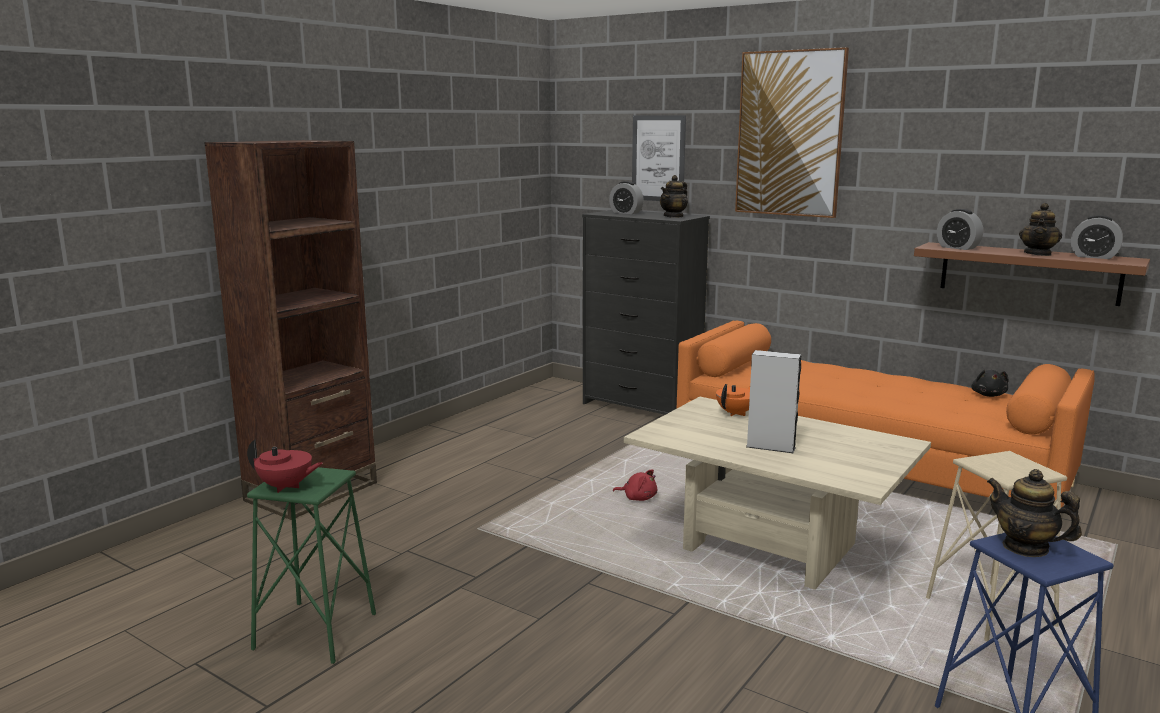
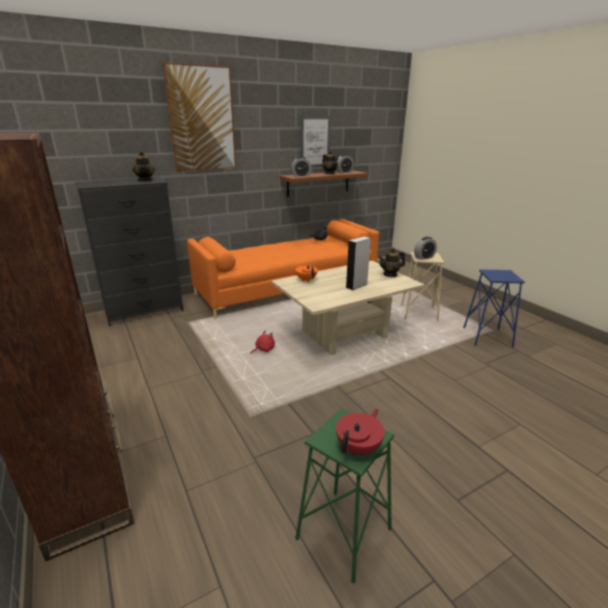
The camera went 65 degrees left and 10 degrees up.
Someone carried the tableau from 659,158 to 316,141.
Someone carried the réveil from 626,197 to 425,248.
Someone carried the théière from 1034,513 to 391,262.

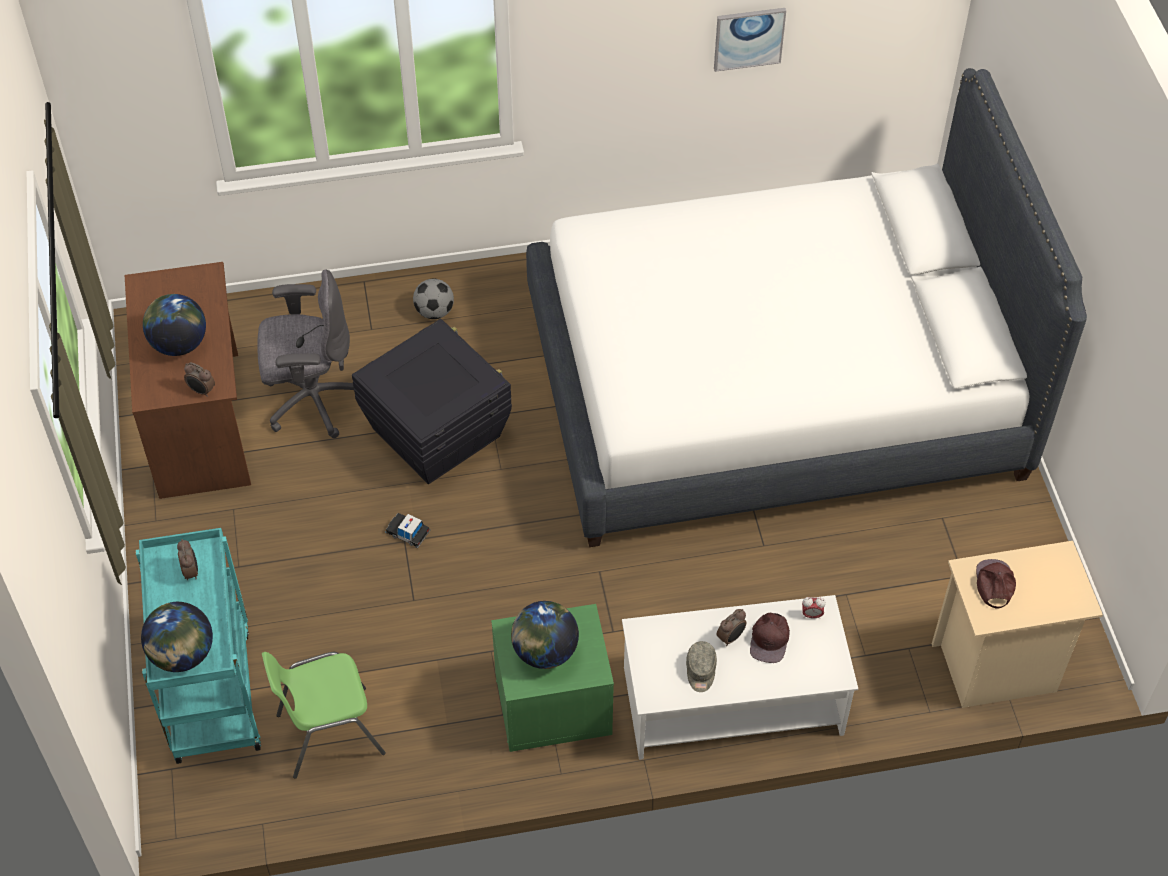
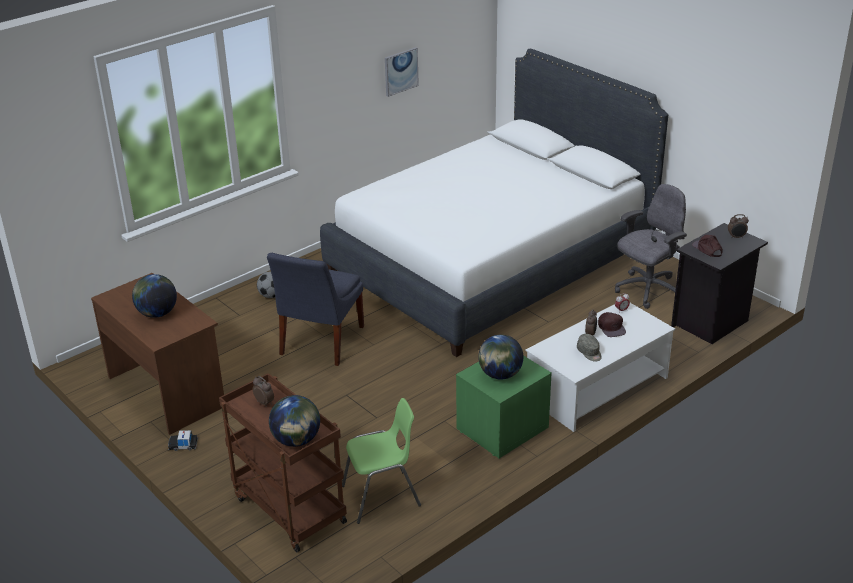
The camera went 30 degrees left and 20 degrees down.
Someone carried the chaise de bureau/gris from 305,354 to 651,246.
Someone swapped the boîte de rangement/noir at 432,401 for the chaise/bleu at 315,309.
Someone carried the réveil from 199,379 to 738,226.
Someone carried the petite voiture from 408,530 to 183,440.
Someone repainted the chariot/turquoise at 198,646, which became the chariot/marron at 283,462.
Someone repainted the table de chevet/beige at 1017,624, which became the table de chevet/noir at 719,283.
Someone rotated the chaise/vert at 324,715 by 150 degrees counterclockwise.

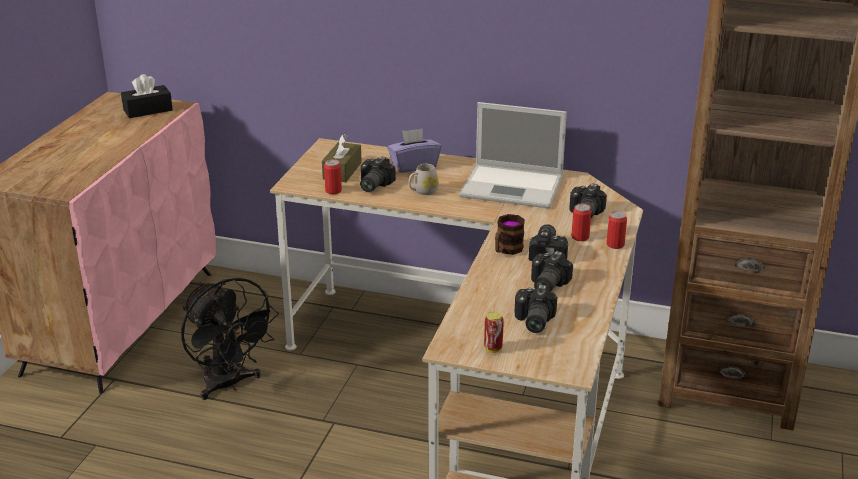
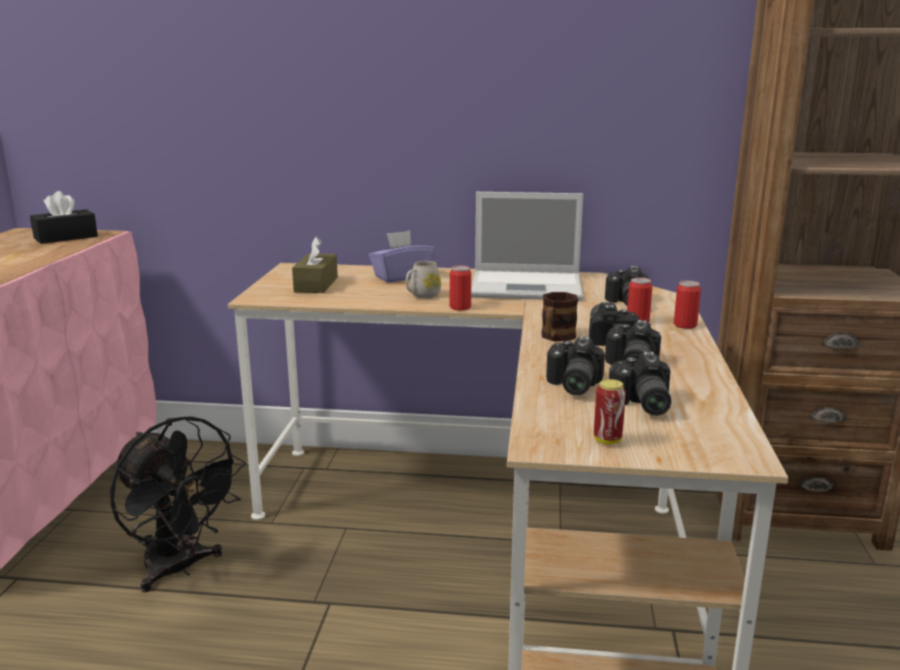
The camera went 10 degrees left and 10 degrees down.
Someone carried the appareil photo from 378,174 to 575,366.
Someone carried the boîte métallique from 333,176 to 460,288.

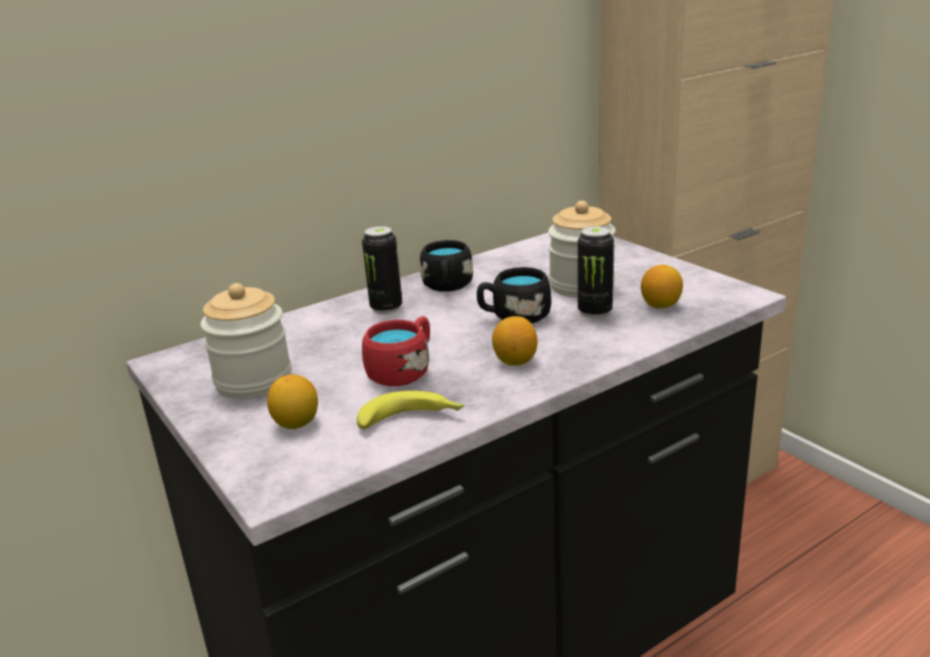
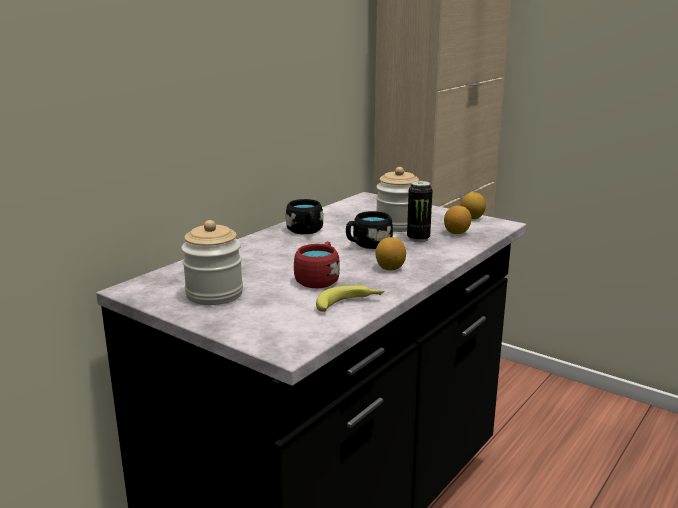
The camera went 20 degrees left and 5 degrees down.
Someone took away the boîte métallique at 382,270.
Someone carried the citron from 292,401 to 473,205.

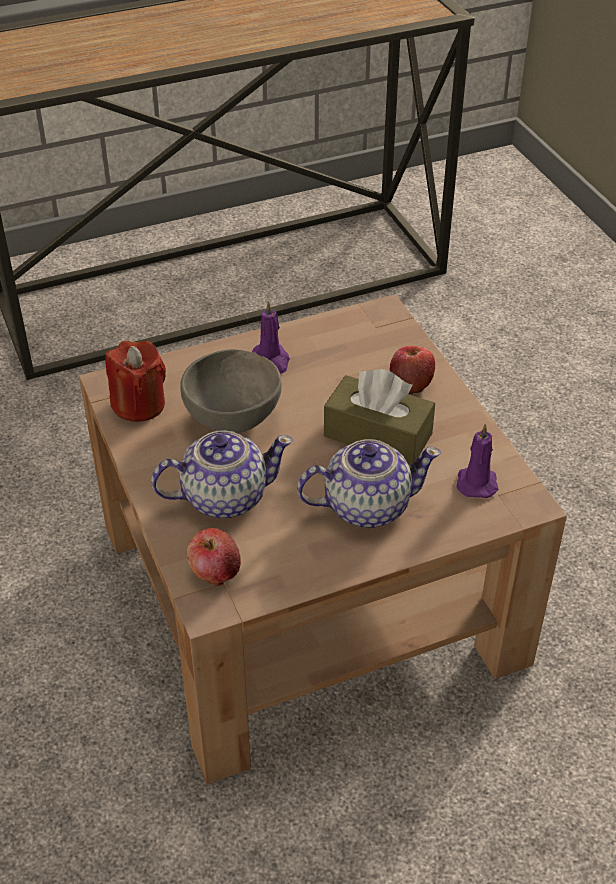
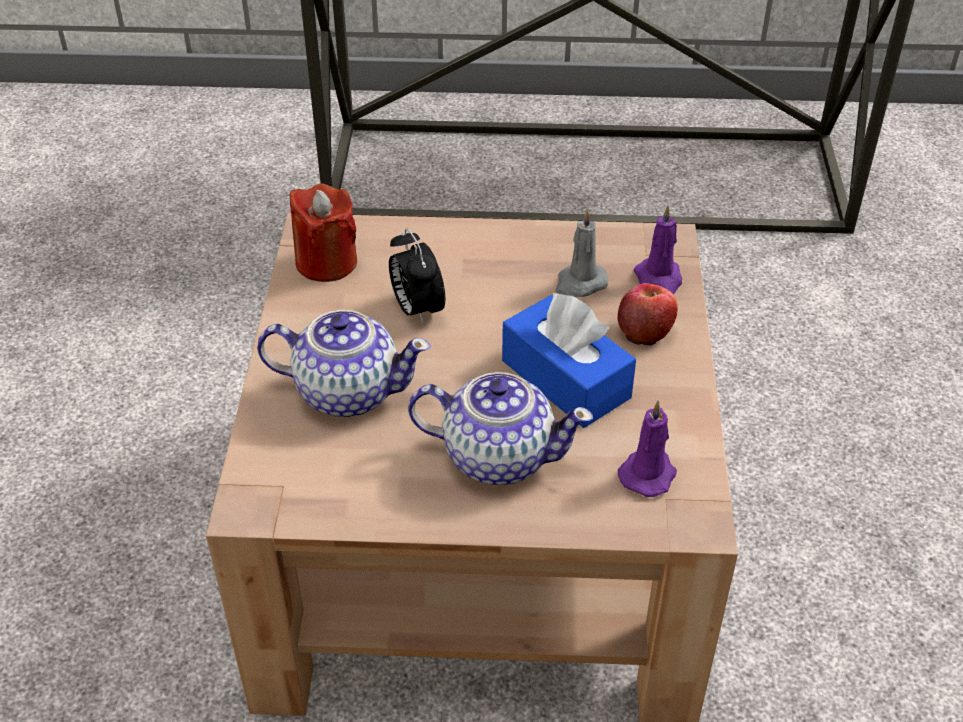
The camera went 25 degrees right and 0 degrees up.
Someone carried the bougie/violet from 271,337 to 658,250.
Someone swapped the bol/gris at 231,391 for the réveil at 417,277.
Someone repainted the boîte à mouchoirs/marron at 379,416, which became the boîte à mouchoirs/bleu at 569,360.
Someone took away the pomme at 214,557.
Someone put down the bougie/gris at 581,252.

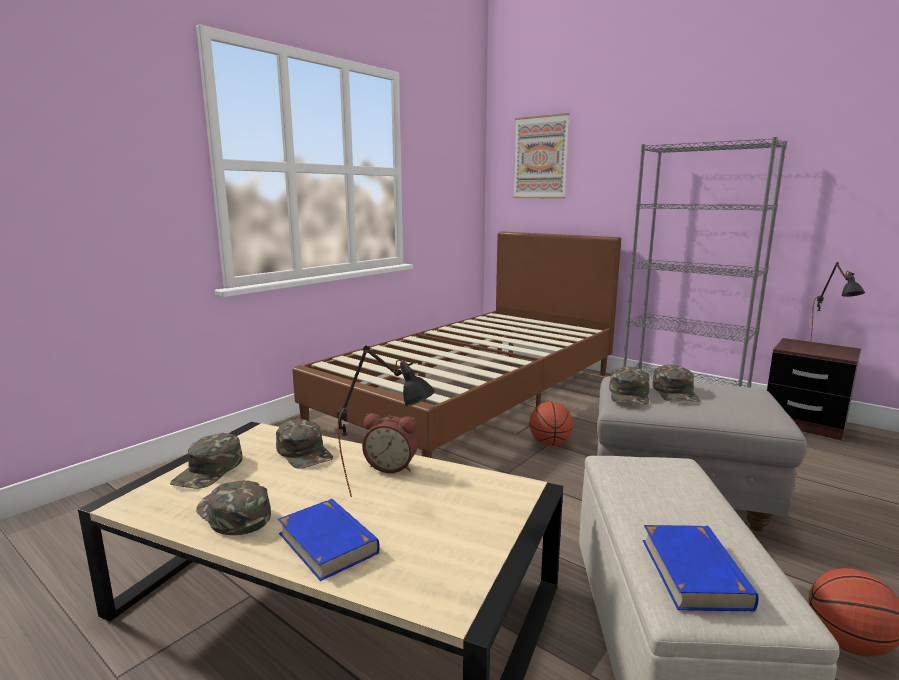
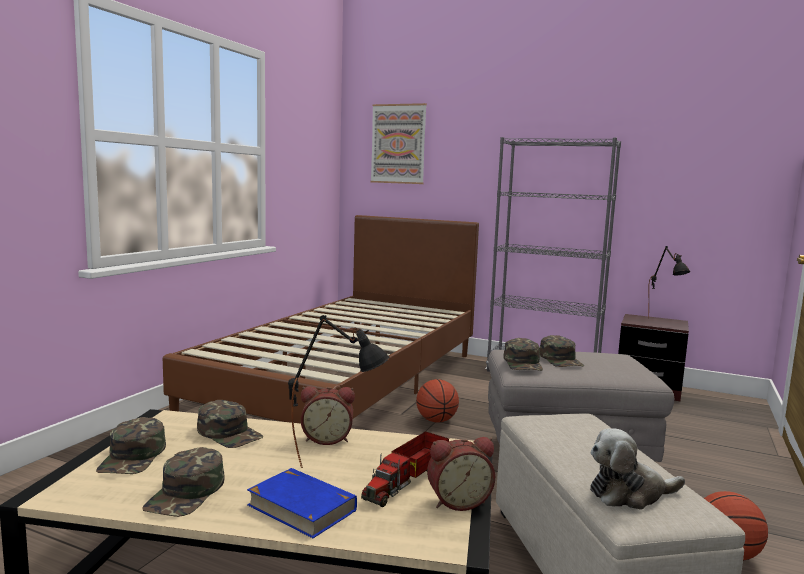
The camera went 15 degrees left and 5 degrees down.
Someone rotated the casquette/vert at 233,507 by 105 degrees counterclockwise.
Someone swapped the livre/bleu at 701,568 for the peluche at 637,469.
Someone put down the camion jouet at 405,469.
Someone put down the réveil at 461,474.

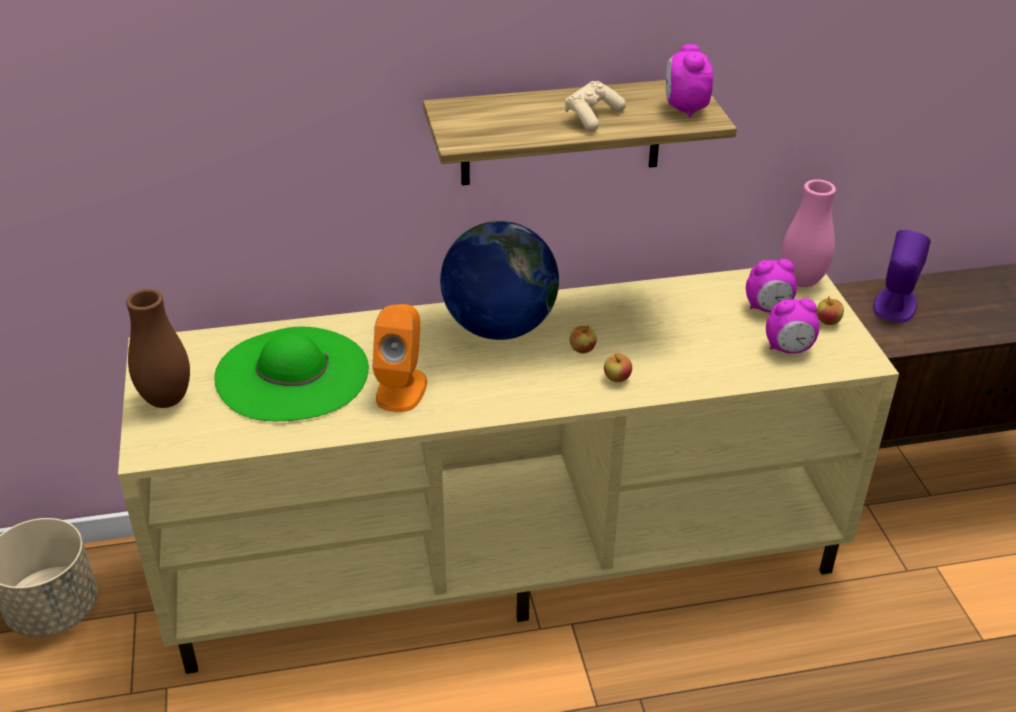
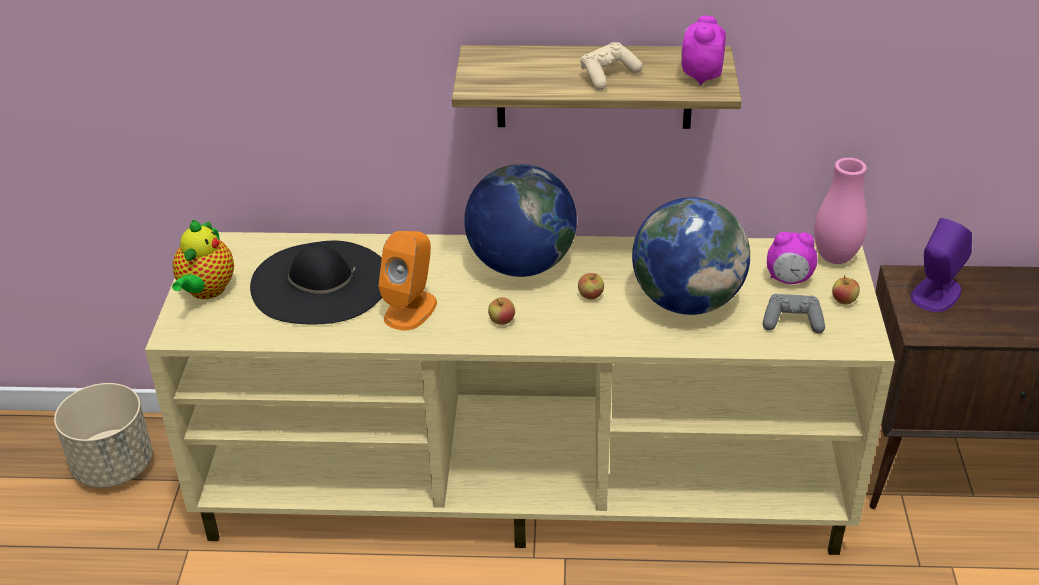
The camera went 15 degrees right and 0 degrees up.
Someone swapped the vase/marron at 158,348 for the théière at 203,259.
Someone swapped the réveil at 793,326 for the manette/gris at 794,313.
Someone repainted the chapeau/vert at 291,374, which became the chapeau/noir at 316,282.
Someone carried the pomme from 618,368 to 501,311.
Someone put down the globe at 691,256.

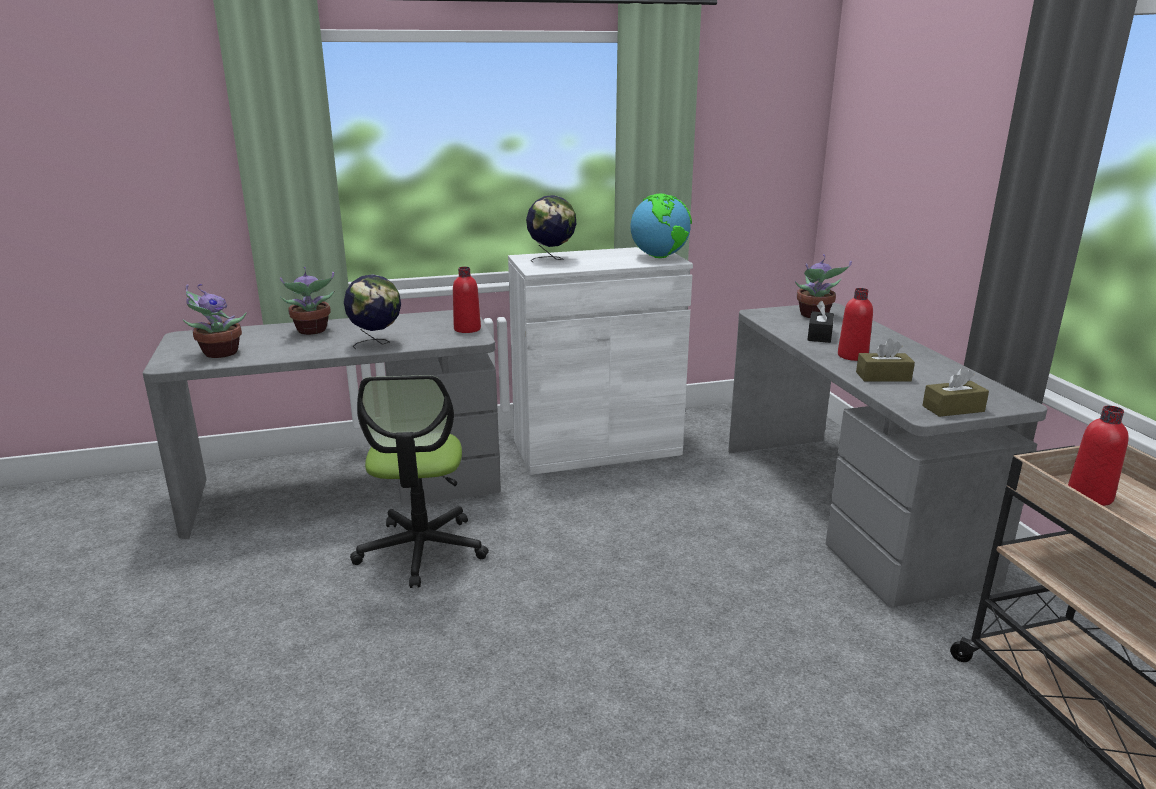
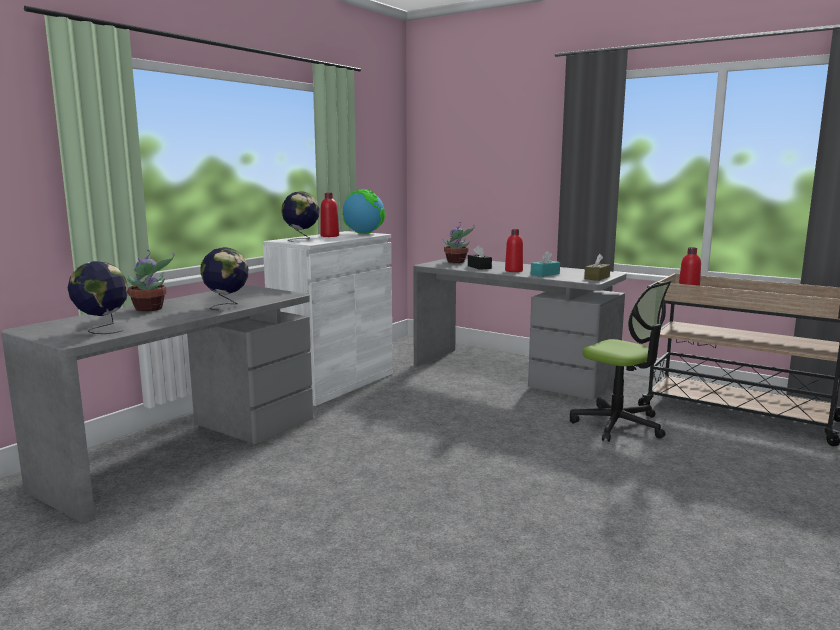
The camera went 40 degrees left and 10 degrees down.
Someone carried the bouteille/rouge from 467,300 to 330,215.
Someone swapped the plante en pot at 215,321 for the globe at 98,297.
Someone repainted the boîte à mouchoirs/marron at 885,360, which became the boîte à mouchoirs/turquoise at 545,264.
Someone carried the chaise de bureau from 419,481 to 620,361.

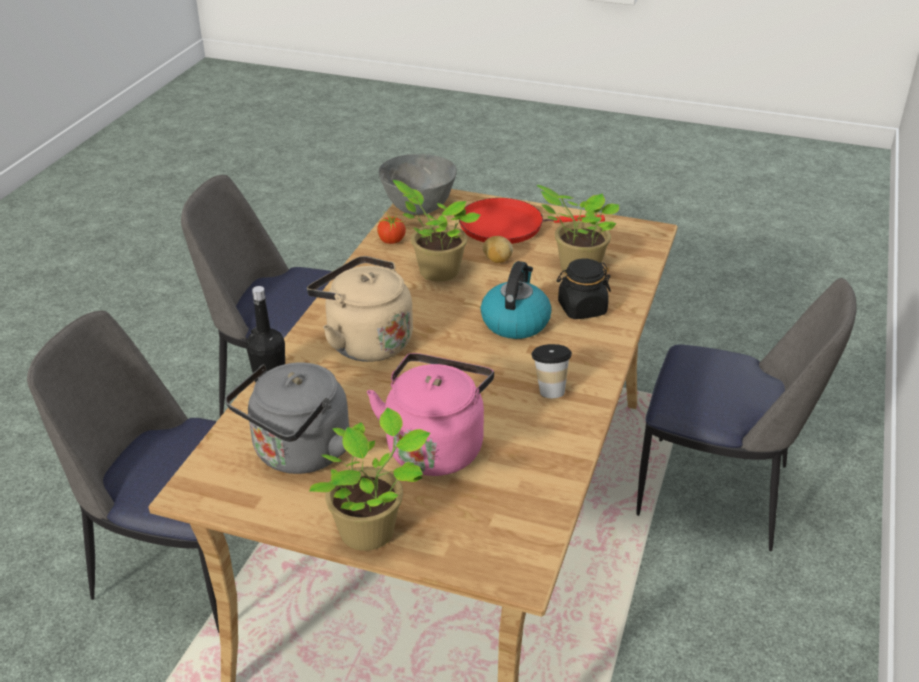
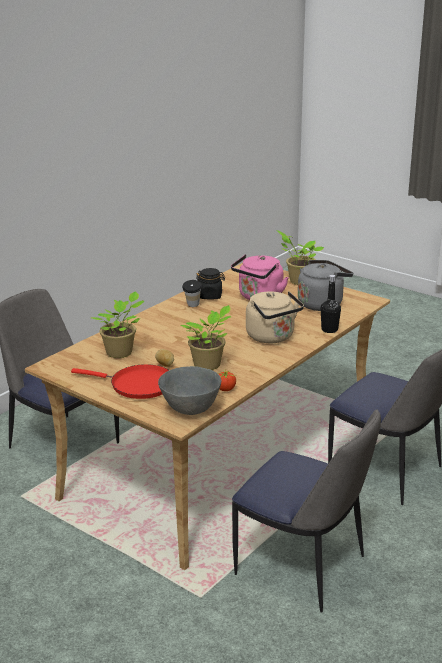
The camera went 160 degrees left and 10 degrees down.
Someone carried the bocal/noir from 584,289 to 210,283.
Someone took away the bouilloire at 516,300.

